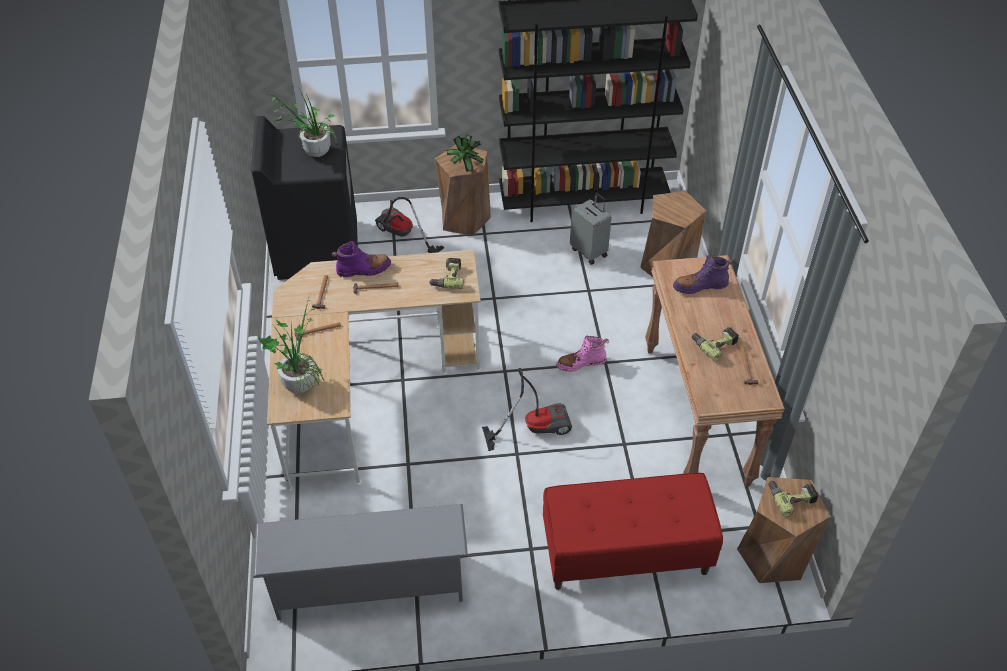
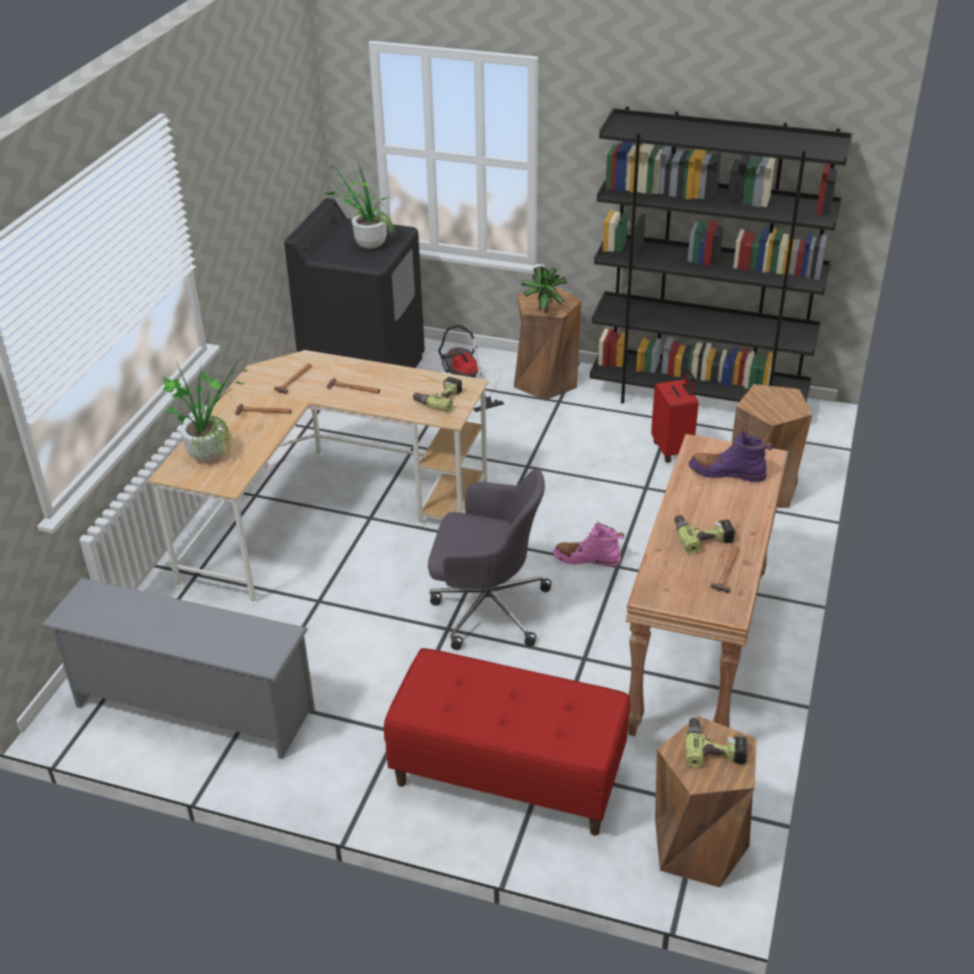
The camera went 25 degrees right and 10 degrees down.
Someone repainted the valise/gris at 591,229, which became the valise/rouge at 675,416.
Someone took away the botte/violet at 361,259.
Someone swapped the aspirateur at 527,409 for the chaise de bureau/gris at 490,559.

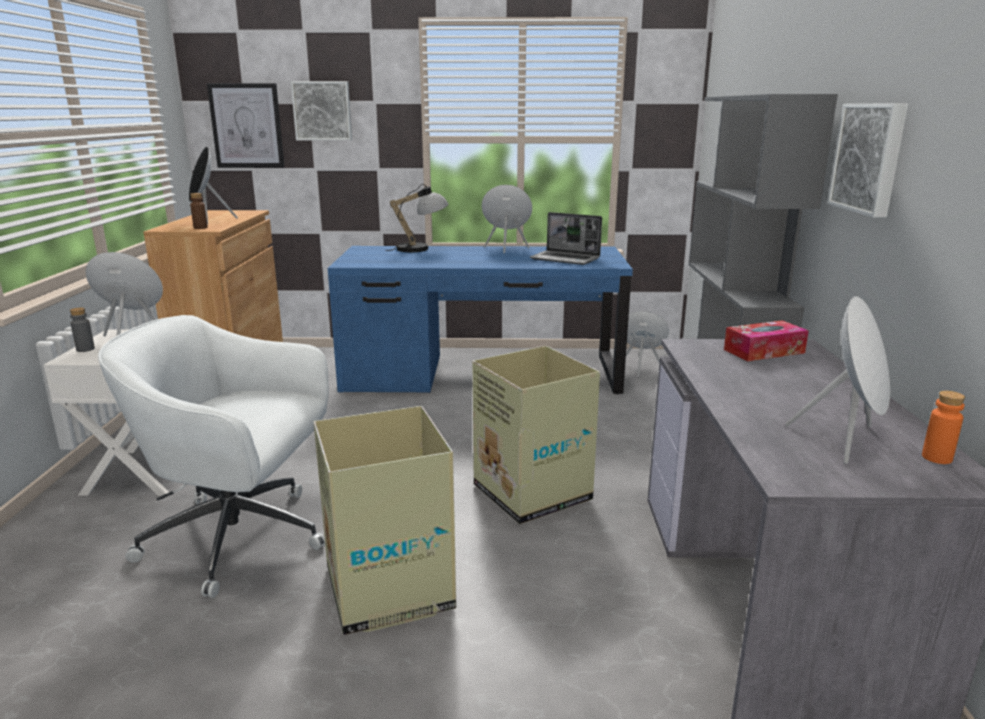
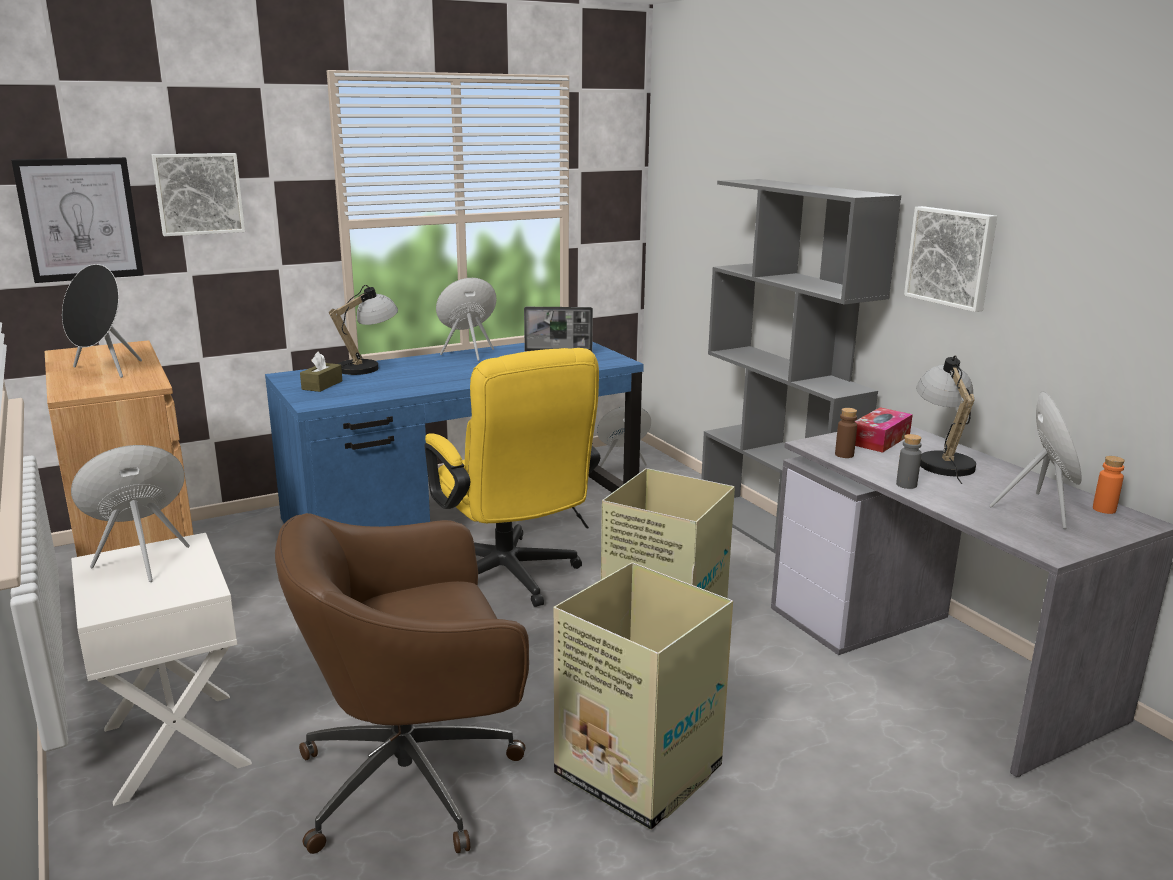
The camera went 30 degrees left and 0 degrees up.
Someone carried the bouteille/marron from 199,211 to 846,433.
Someone carried the bouteille/gris from 82,329 to 909,461.
Someone repainted the chaise de bureau/blanc at 213,456, which became the chaise de bureau/marron at 402,683.
Someone put down the chaise de bureau/jaune at 512,477.
Someone put down the boîte à mouchoirs/marron at 321,371.
Someone put down the lampe de table at 946,419.

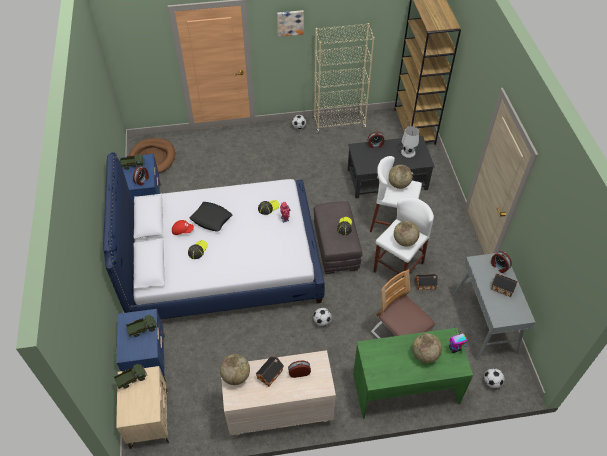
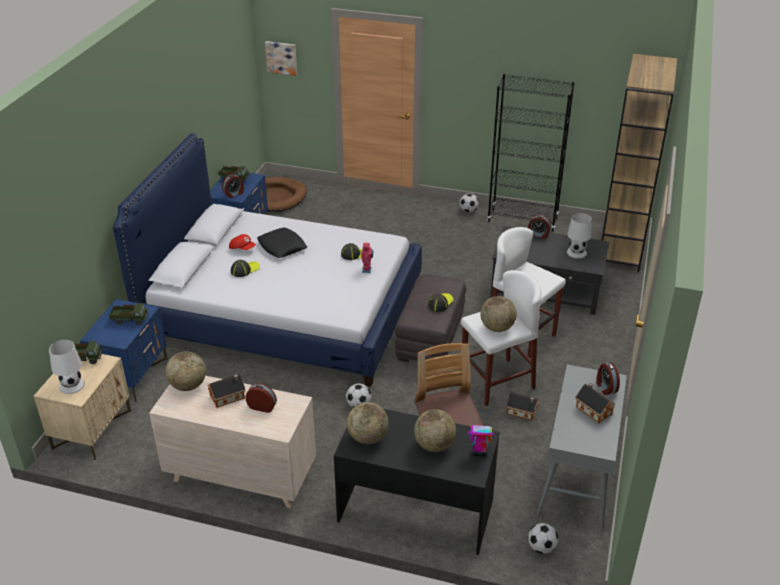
The camera went 25 degrees right and 15 degrees down.
Someone carried the tableau from 290,23 to 281,58.
Someone repainted the bibliothèque/beige at 344,78, which became the bibliothèque/noir at 531,153.
Someone carried the globe from 400,177 to 368,423.
Someone repainted the bureau/vert at 413,373, which became the bureau/noir at 417,479.
Someone put down the lampe de table/blanc at 67,367.

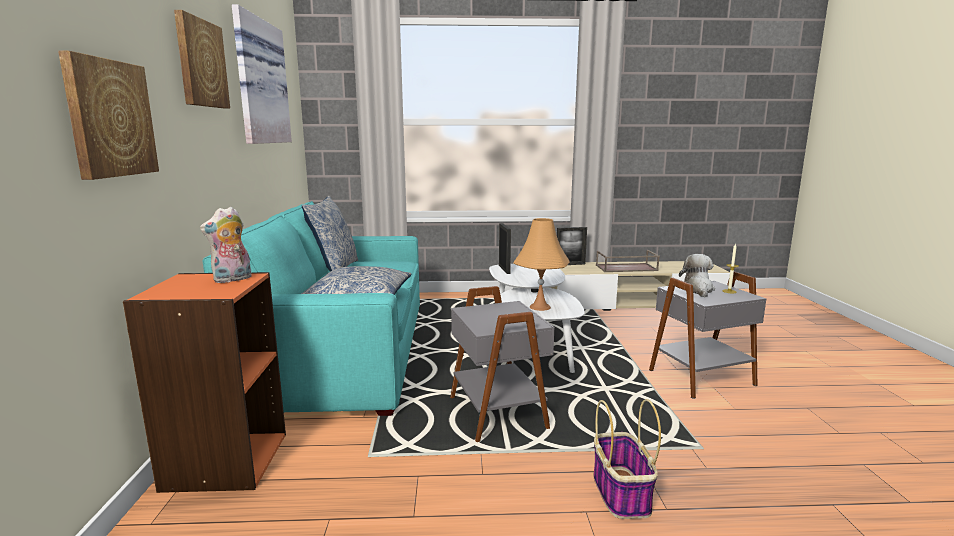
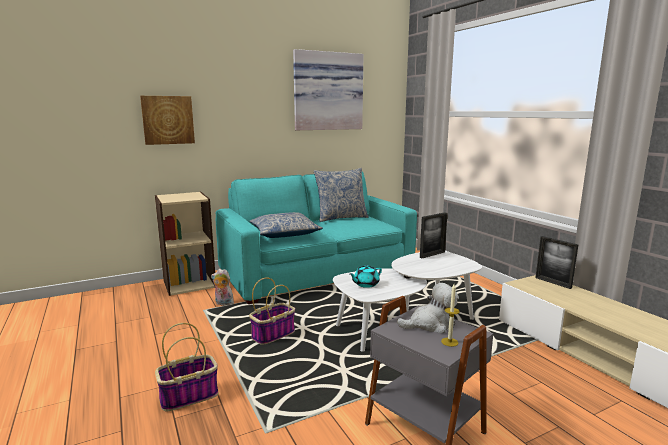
The camera went 65 degrees right and 0 degrees up.
Someone took away the tableau at 202,59.
Someone carried the peluche from 226,245 to 222,287.
Someone swapped the lampe de table/orange at 541,264 for the théière/turquoise at 366,276.
Someone took away the plateau/marron at 628,261.
Someone repainted the bibliothèque/orange at 204,382, which became the bibliothèque/beige at 185,244.
Someone swapped the table d'appoint/gris at 502,364 for the panier at 272,311.

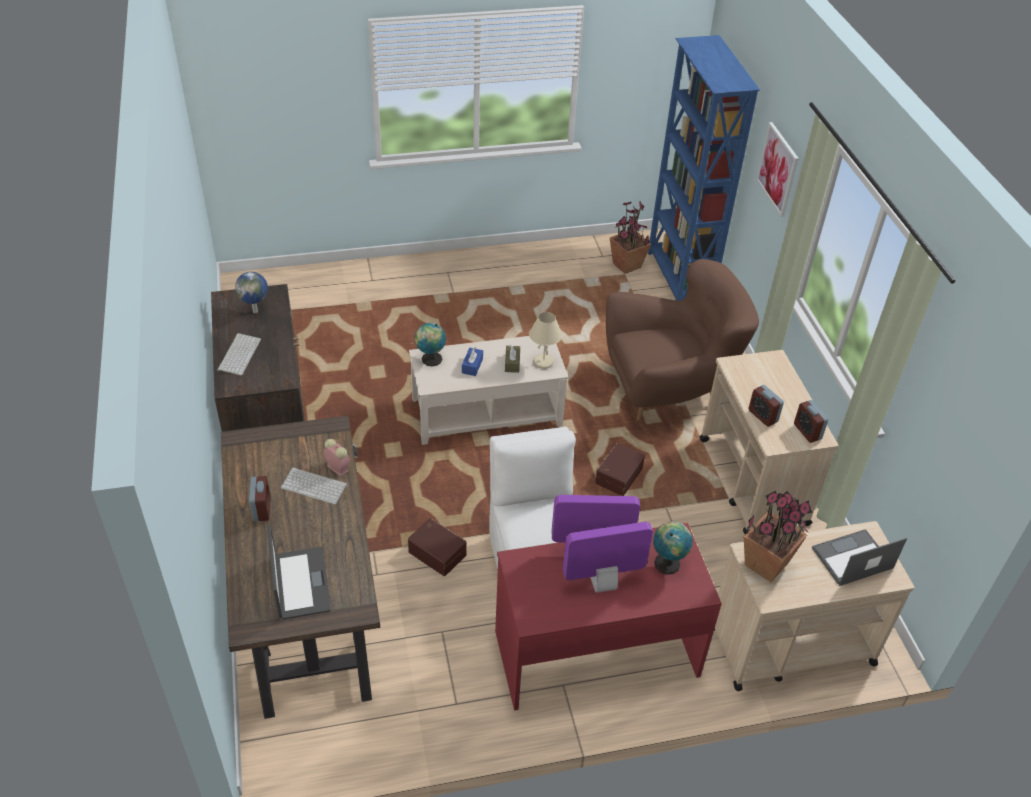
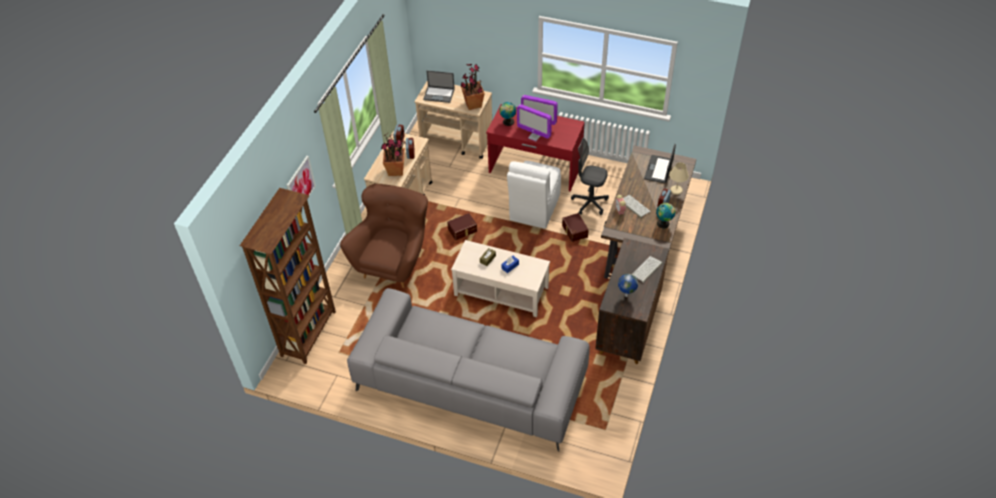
The camera went 145 degrees left and 5 degrees up.
Someone repainted the bibliothèque/bleu at 704,168, which became the bibliothèque/marron at 288,276.
Someone carried the plante en pot from 630,237 to 393,154.
Someone rotated the fauteuil/marron at 682,339 by 90 degrees clockwise.
Someone carried the lampe de table/beige from 545,340 to 679,178.
Someone carried the globe from 430,344 to 665,215.
Someone put down the chaise de bureau/gris at 590,176.
Someone put down the canapé/gris at 468,370.

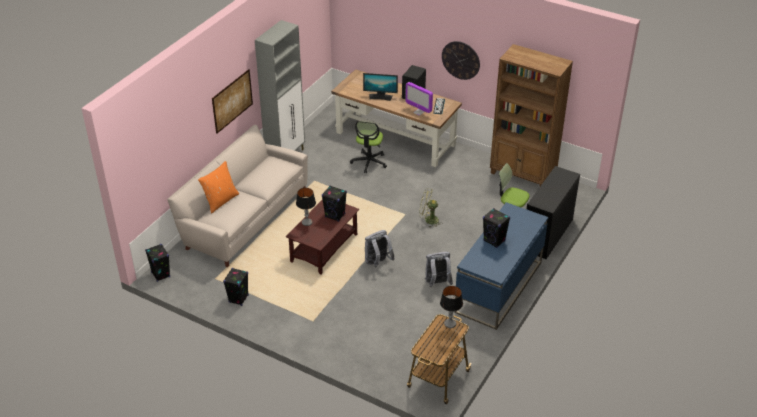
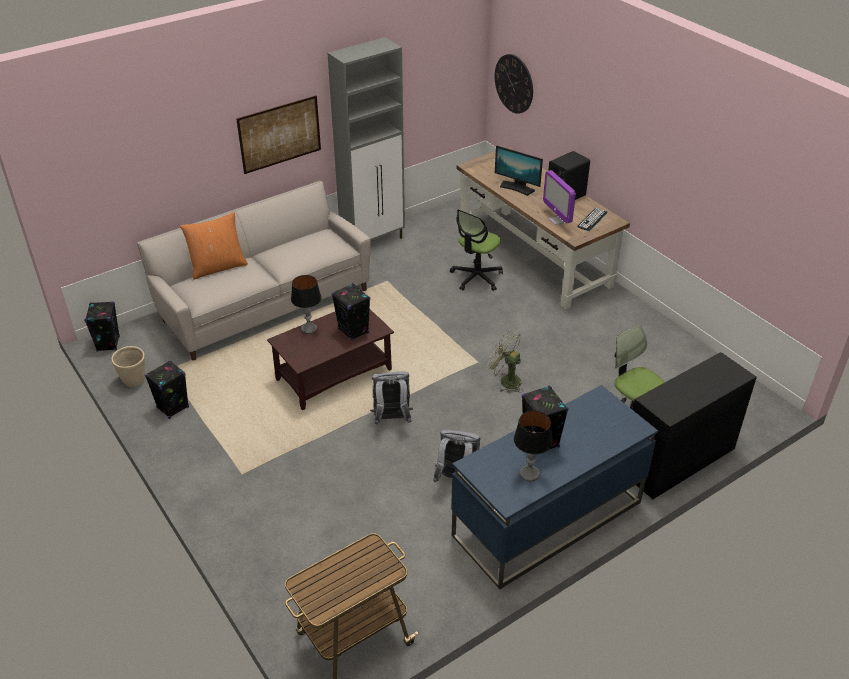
The camera went 25 degrees right and 0 degrees up.
Someone carried the horloge murale from 461,60 to 514,84.
Someone took away the bibliothèque/marron at 531,115.
Someone carried the lampe de table from 451,307 to 533,446.
Someone put down the cache-pot/beige at 128,366.

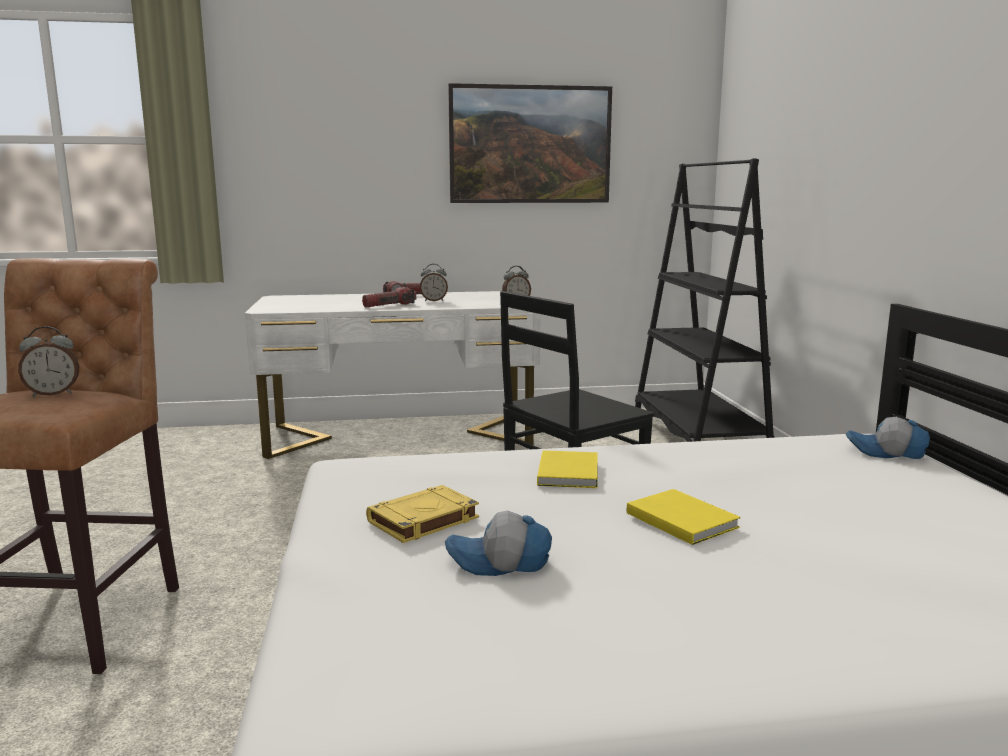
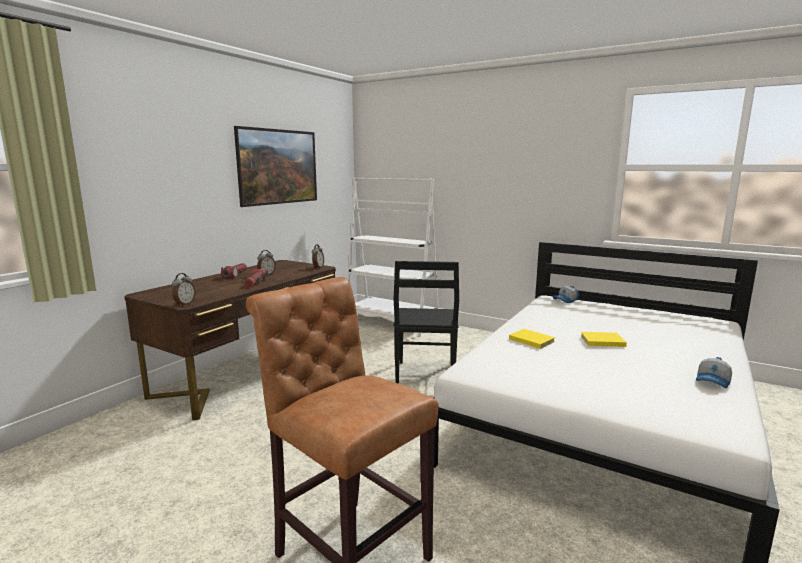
The camera went 50 degrees left and 0 degrees up.
Someone repainted the bibliothèque/noir at 705,300, which became the bibliothèque/blanc at 393,257.
Someone repainted the bureau/blanc at 393,375, which became the bureau/marron at 230,340.
Someone carried the réveil from 48,361 to 184,289.
Someone took away the livre/jaune at 422,514.
Someone carried the casquette from 498,543 to 714,372.

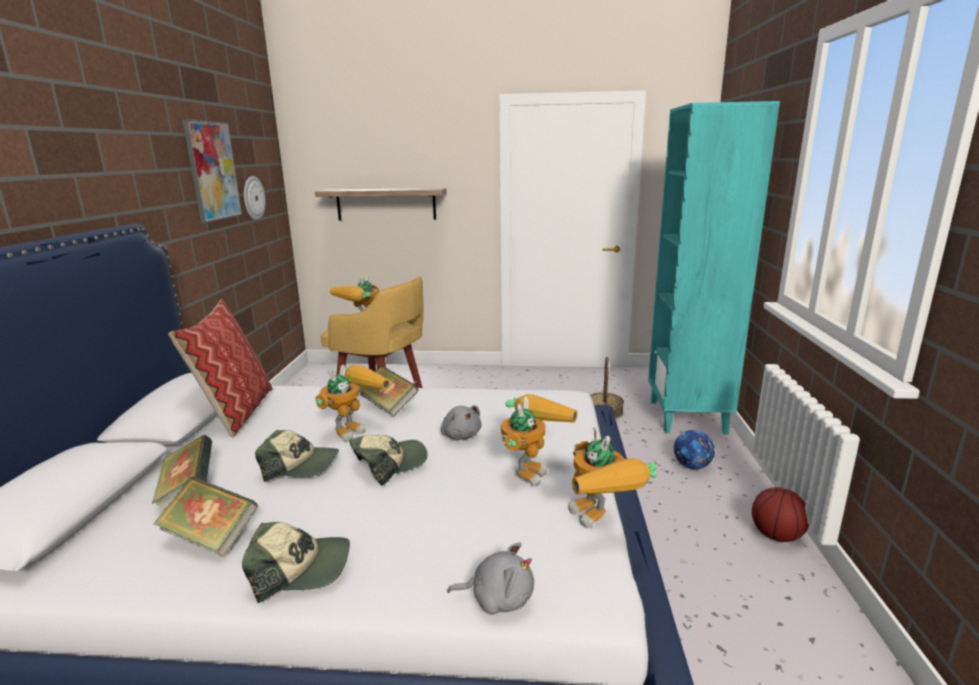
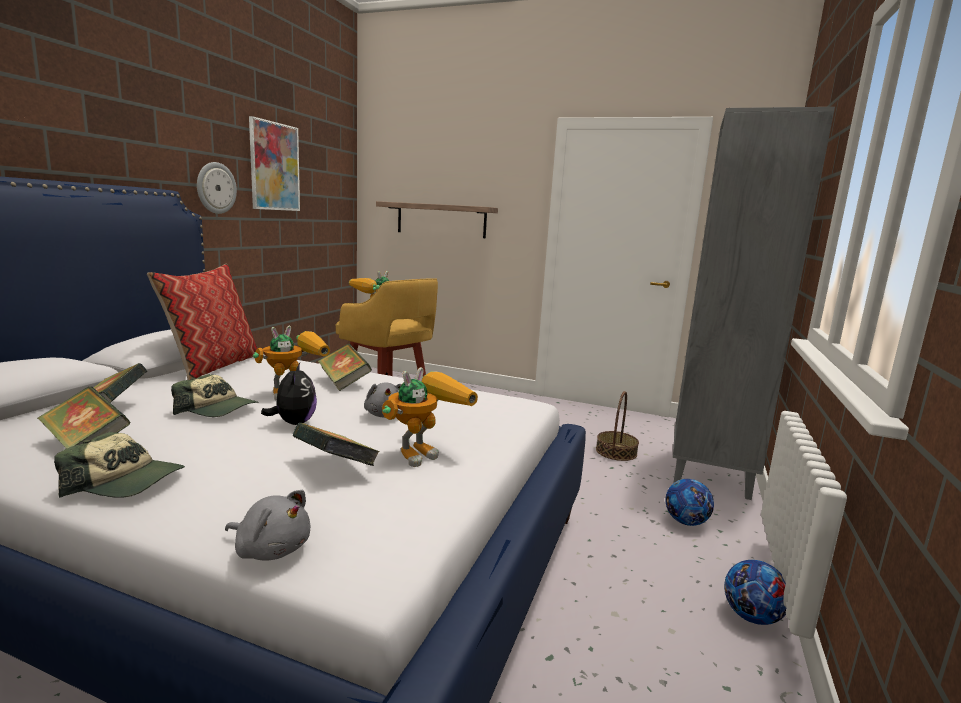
The camera went 15 degrees right and 5 degrees down.
Someone repainted the bibliothèque/turquoise at 714,267, which became the bibliothèque/gris at 754,303.
Someone carried the horloge murale from 255,198 to 217,188.
Someone took away the robot jouet at 612,477.
Someone swapped the casquette at 388,460 for the peluche at 289,394.
Someone swapped the ballon de basket at 780,514 for the ballon de foot at 755,592.
Someone put down the livre at 335,444.

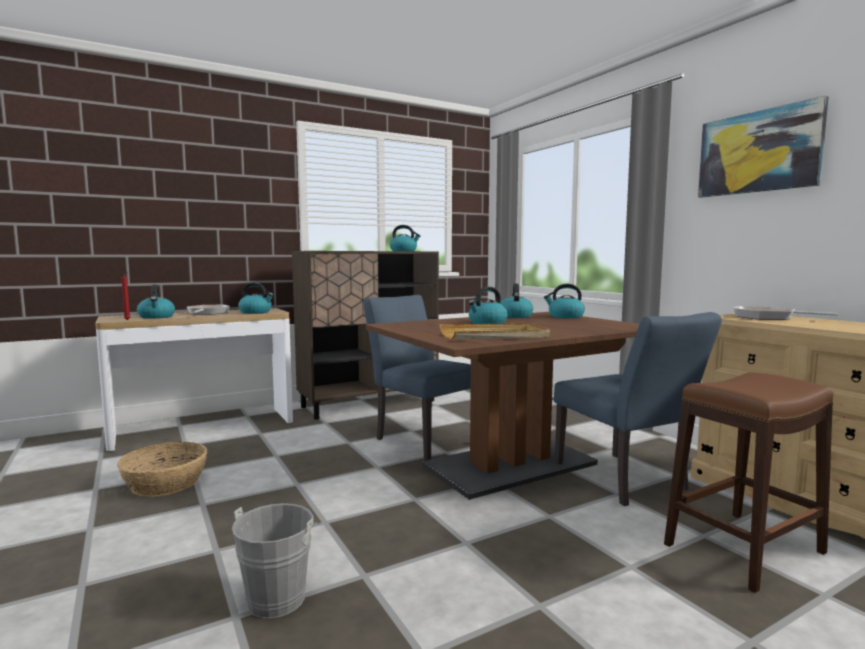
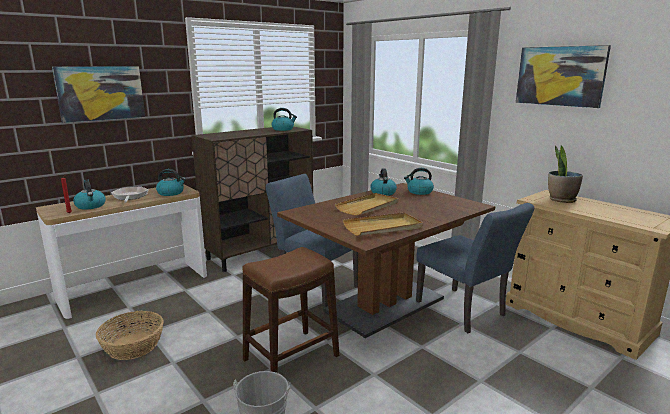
The camera went 10 degrees left and 10 degrees up.
Someone swapped the bouilloire at 488,305 for the plateau/beige at 367,204.
Someone swapped the poêle at 785,313 for the plante en pot at 565,174.
Someone carried the tabouret/marron from 748,482 to 290,310.
Someone put up the tableau at 98,94.

